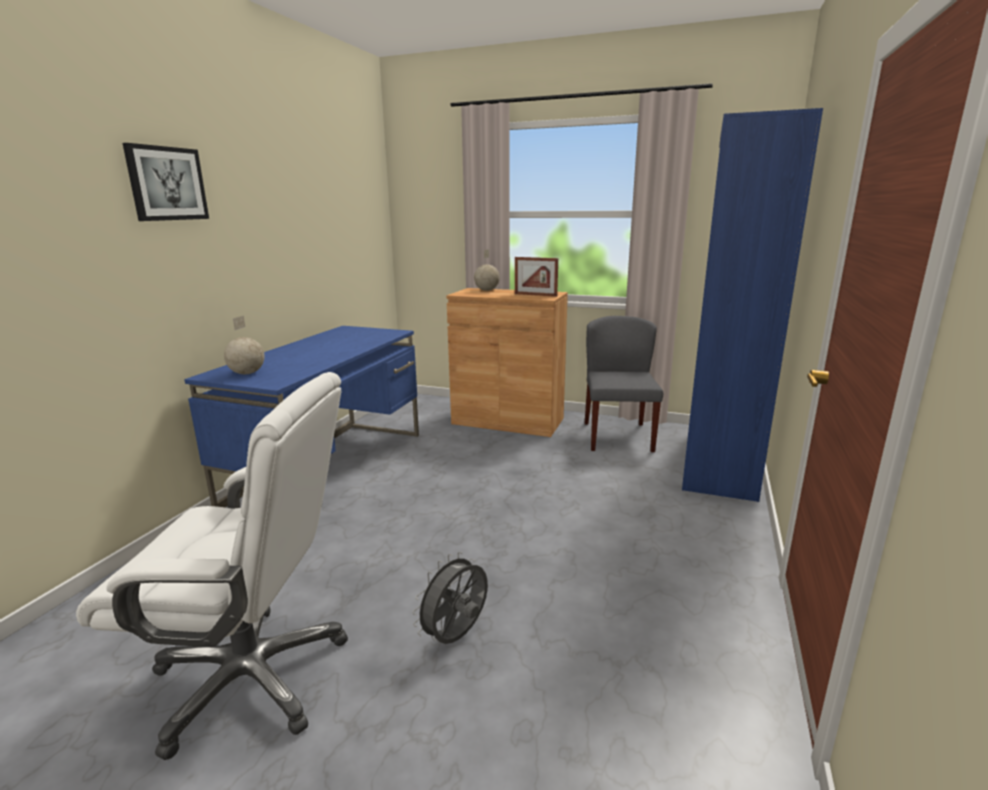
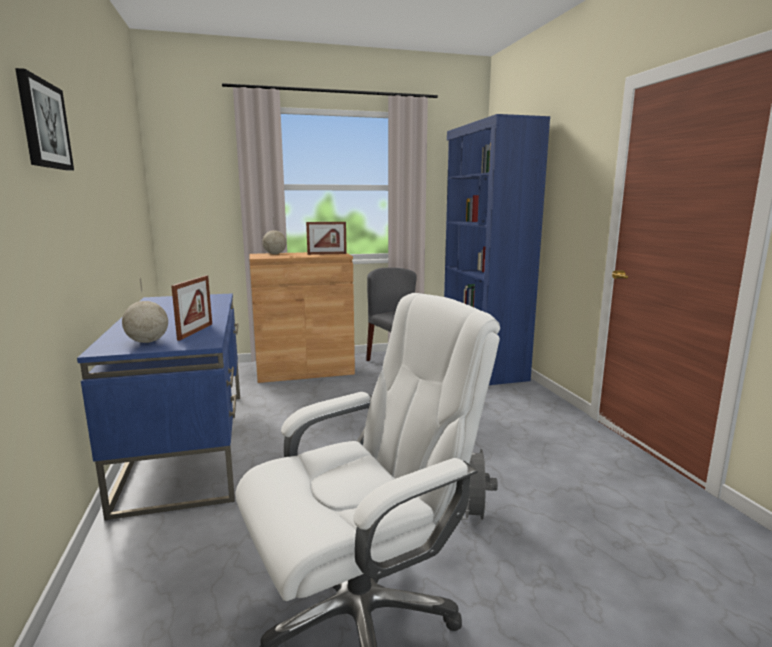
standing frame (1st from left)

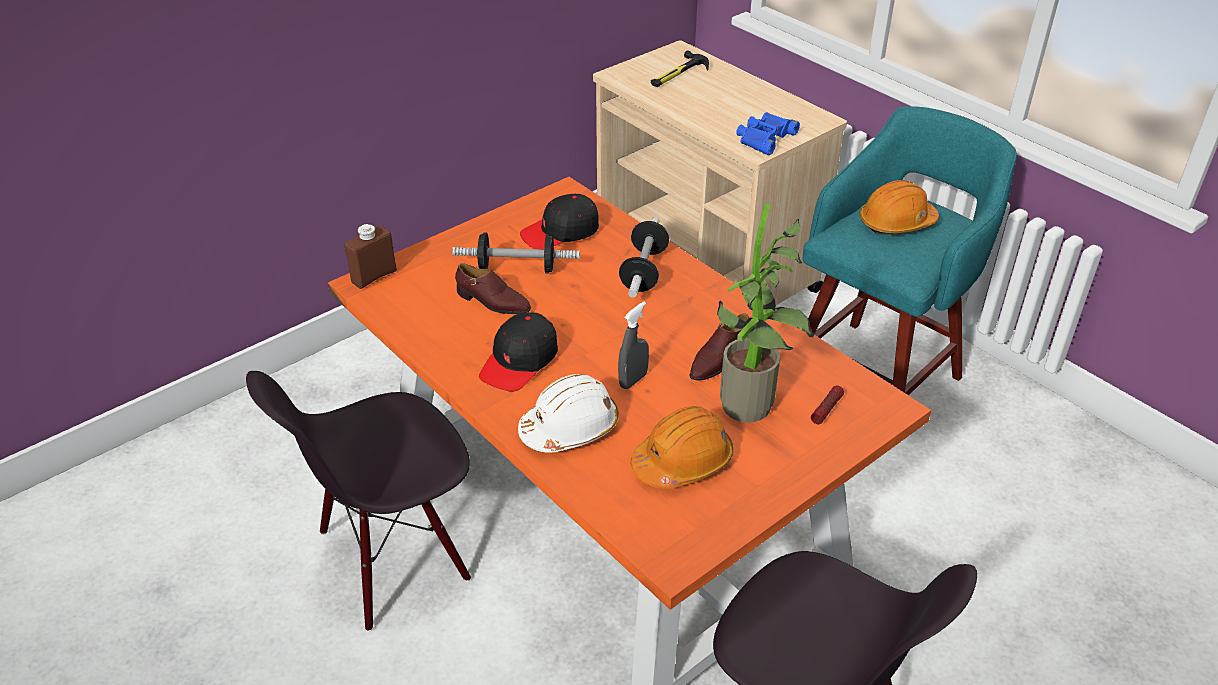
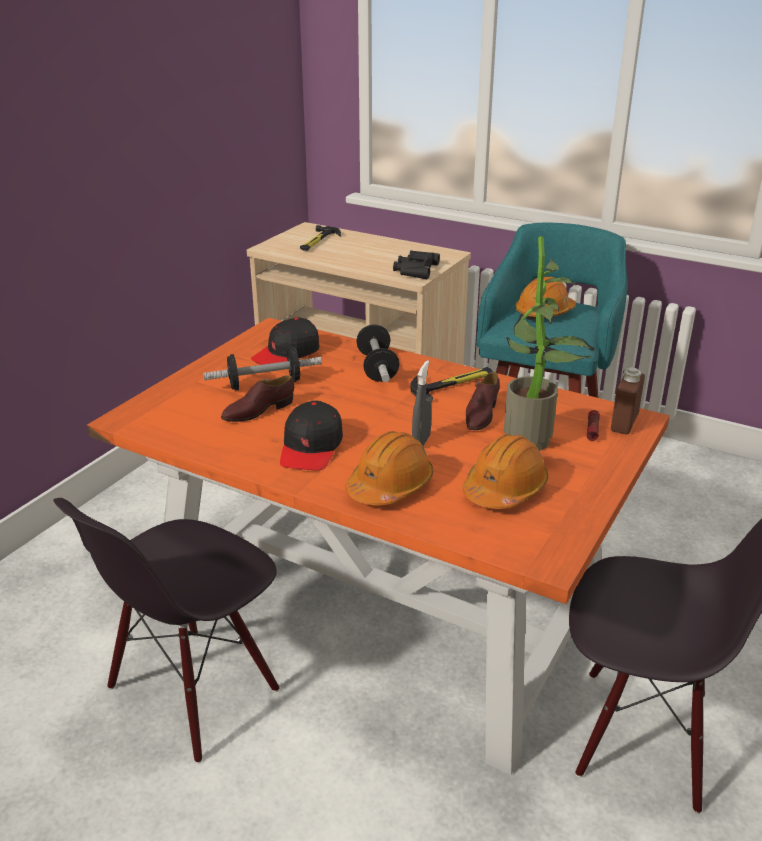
shoe (brownish) (1st from left); work helmet (orangey) (1st from left); pair of binoculars (blackish); hammer (2nd from left); beverage bottle (brownish)

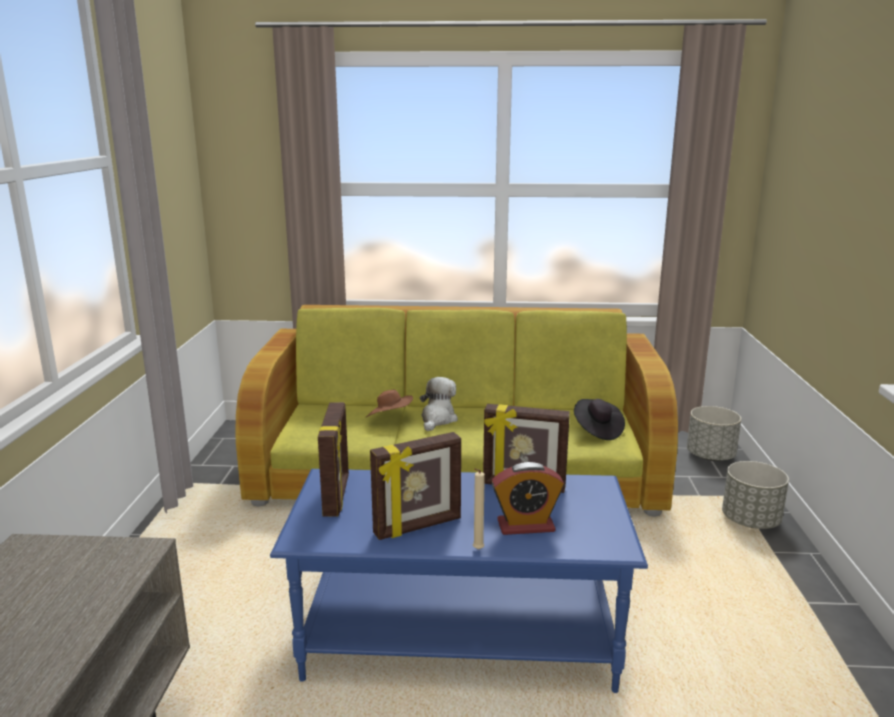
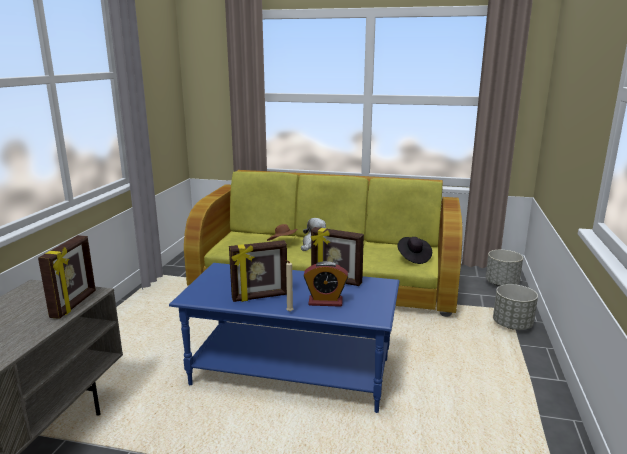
standing frame (1st from left)

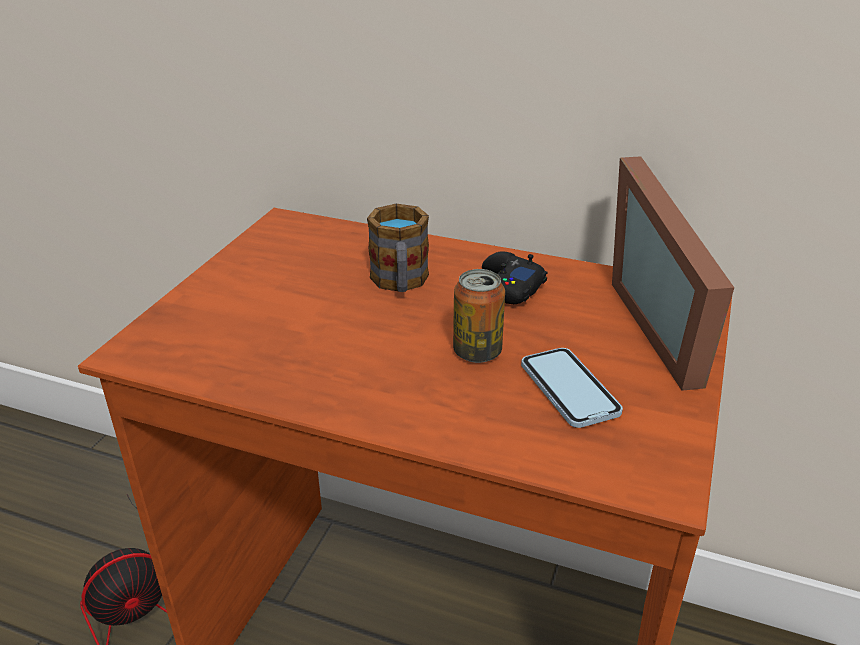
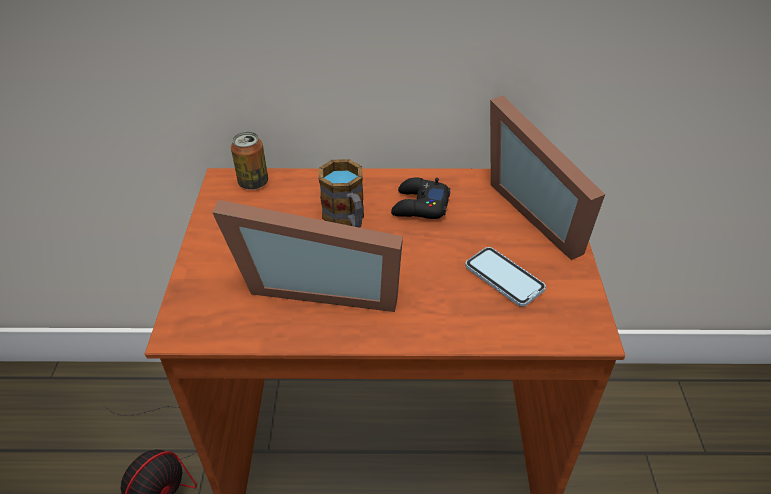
standing frame (1st from left); can

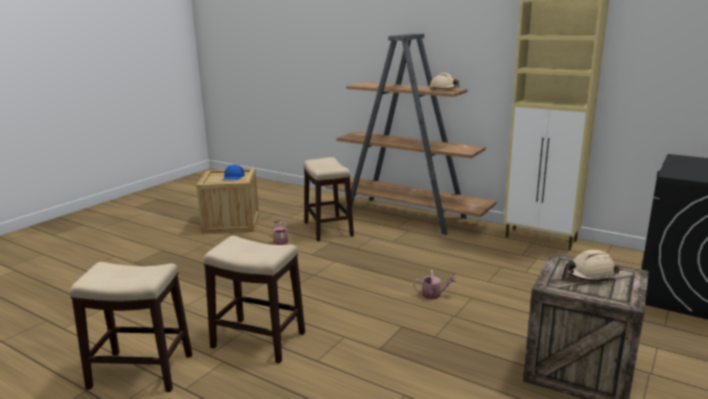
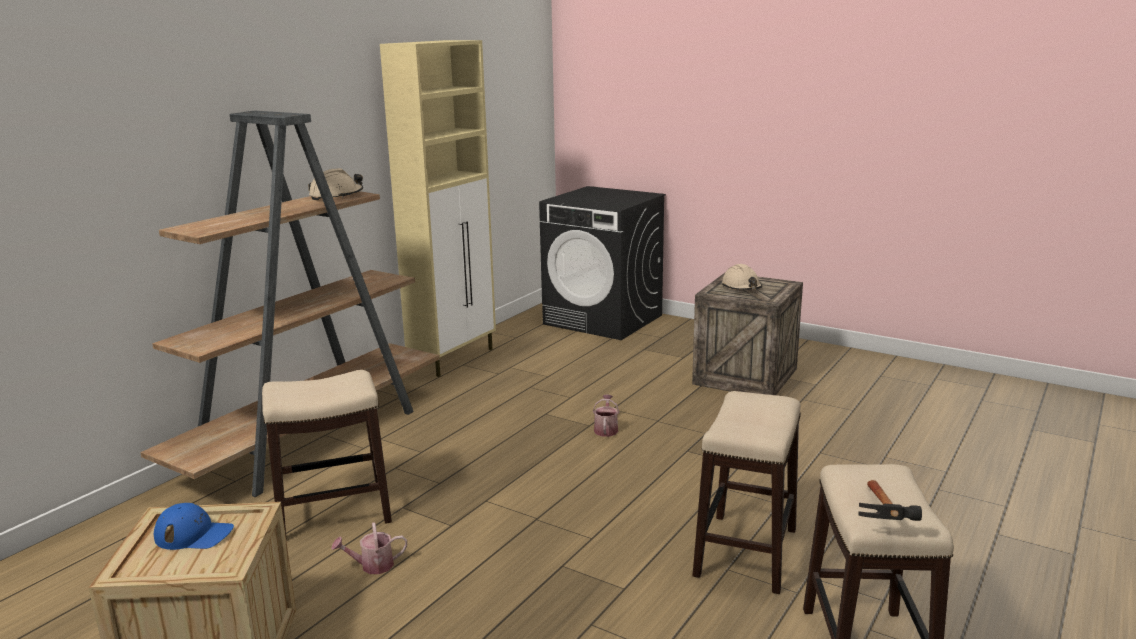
hammer

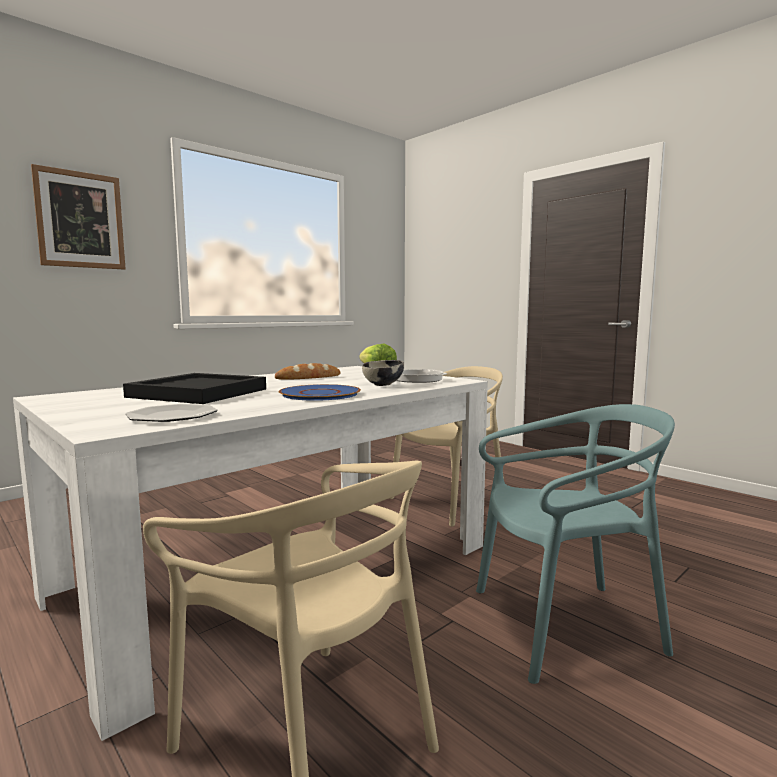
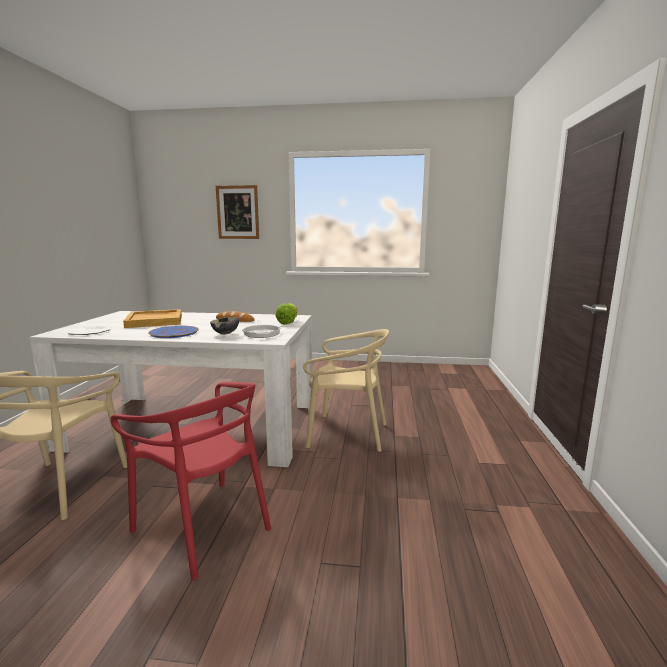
chair (red-coloured); carrying tray (beige)

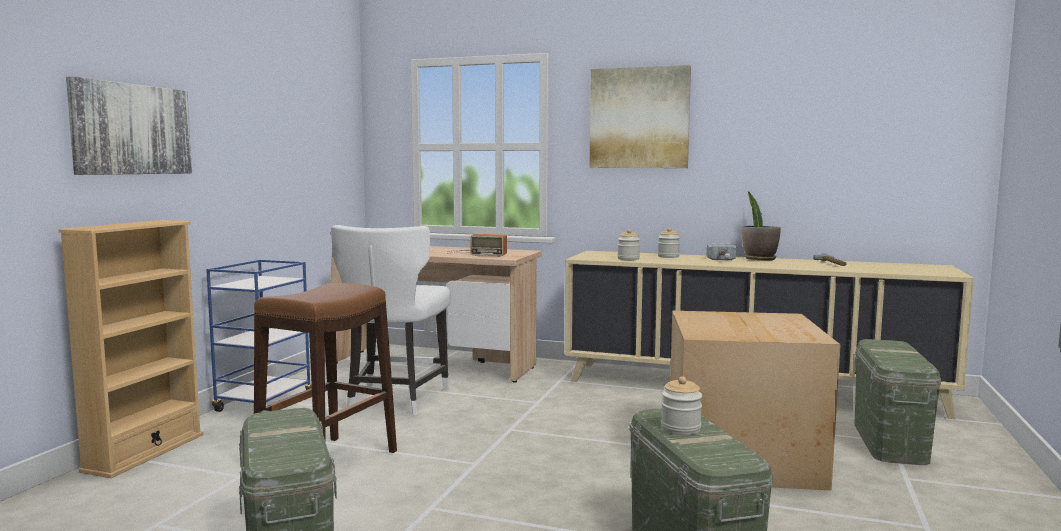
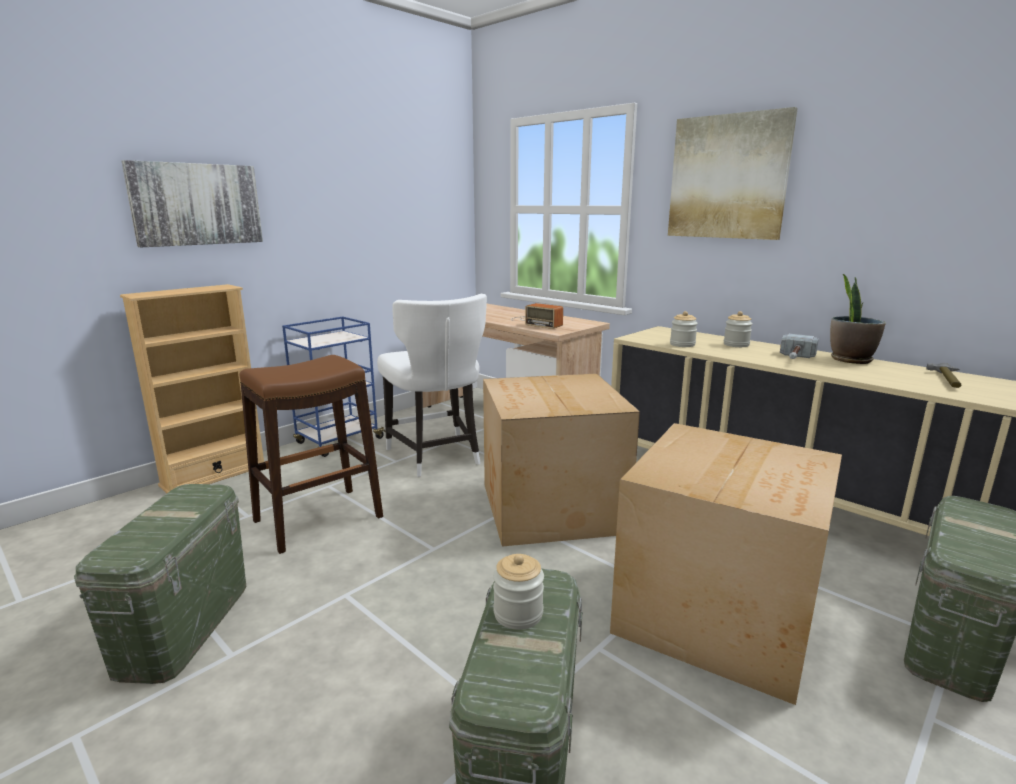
chair (whitish); carton (1st from left)

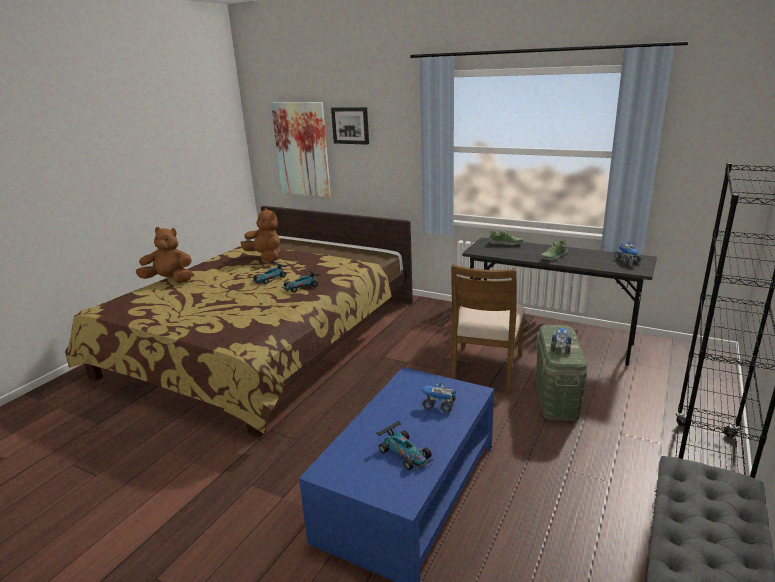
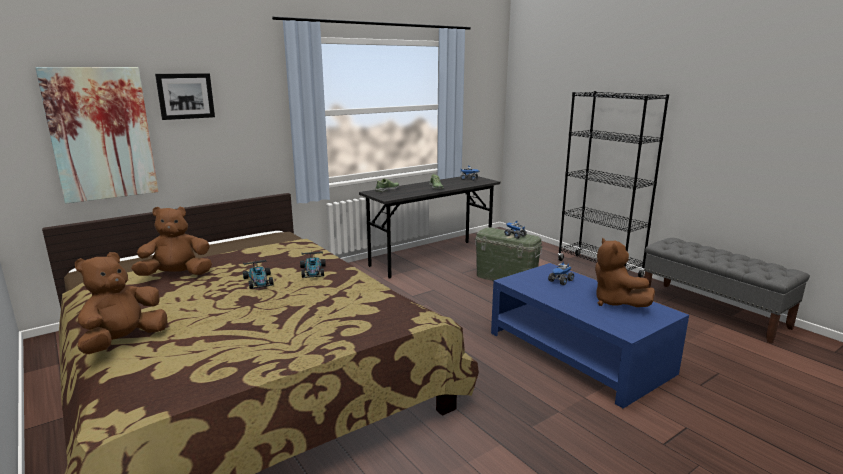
soft toy (brownish) (3rd from left); chair (brownish)

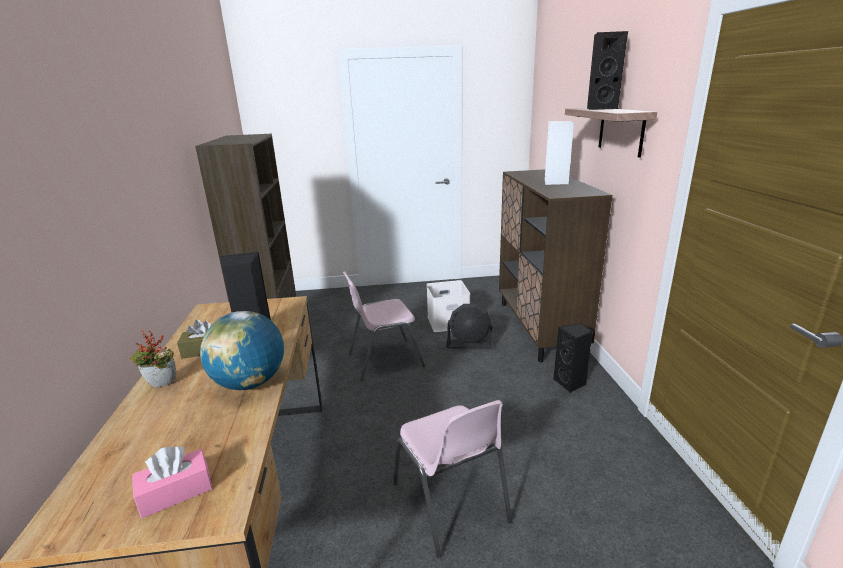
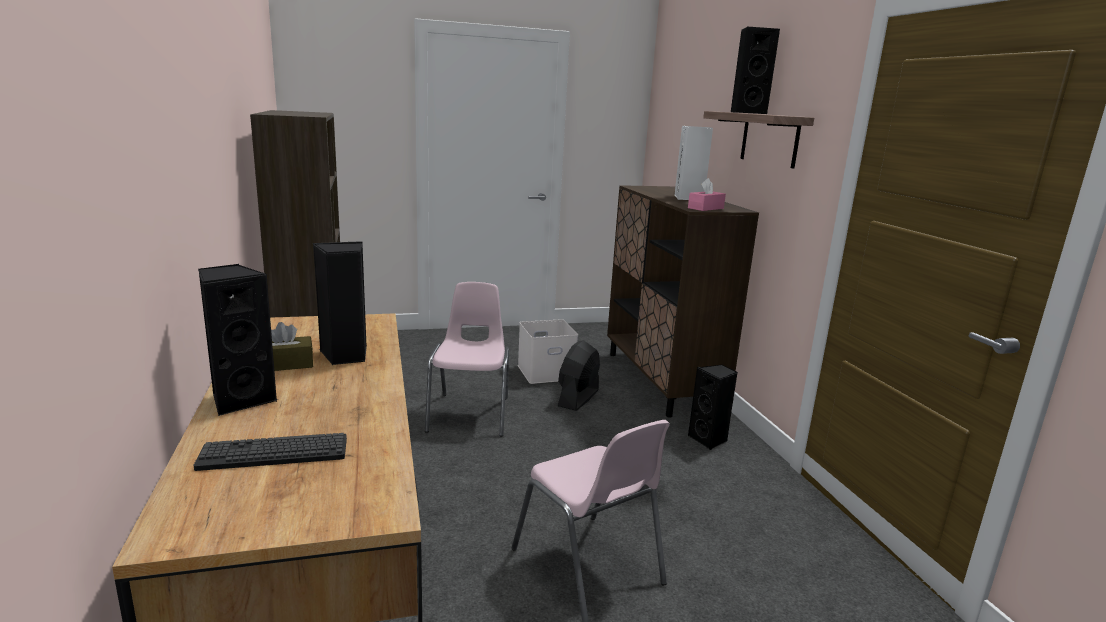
computer keyboard; audio speaker (blackish) (1st from left); chair (pinkish) (1st from left); electric fan (blackish); tissue box (pinkish); globe

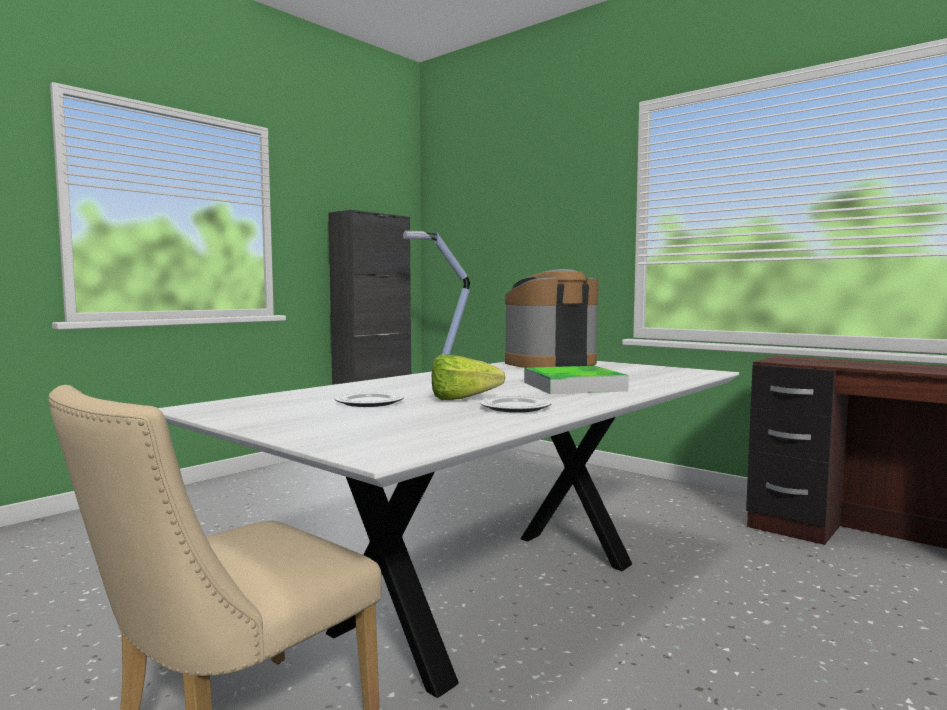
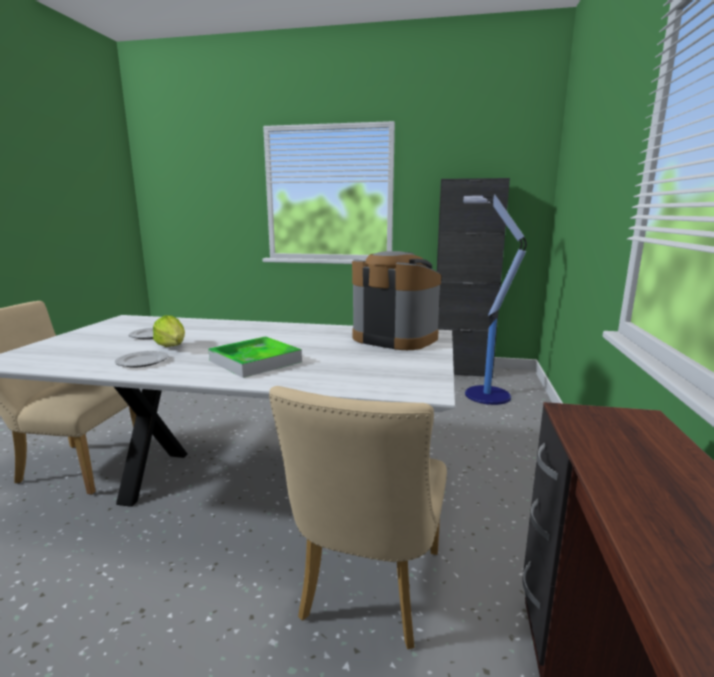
chair (beige) (2nd from left)

